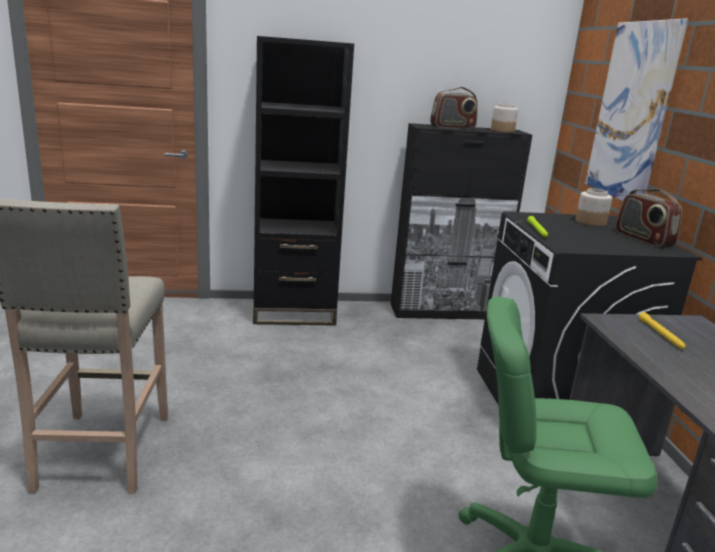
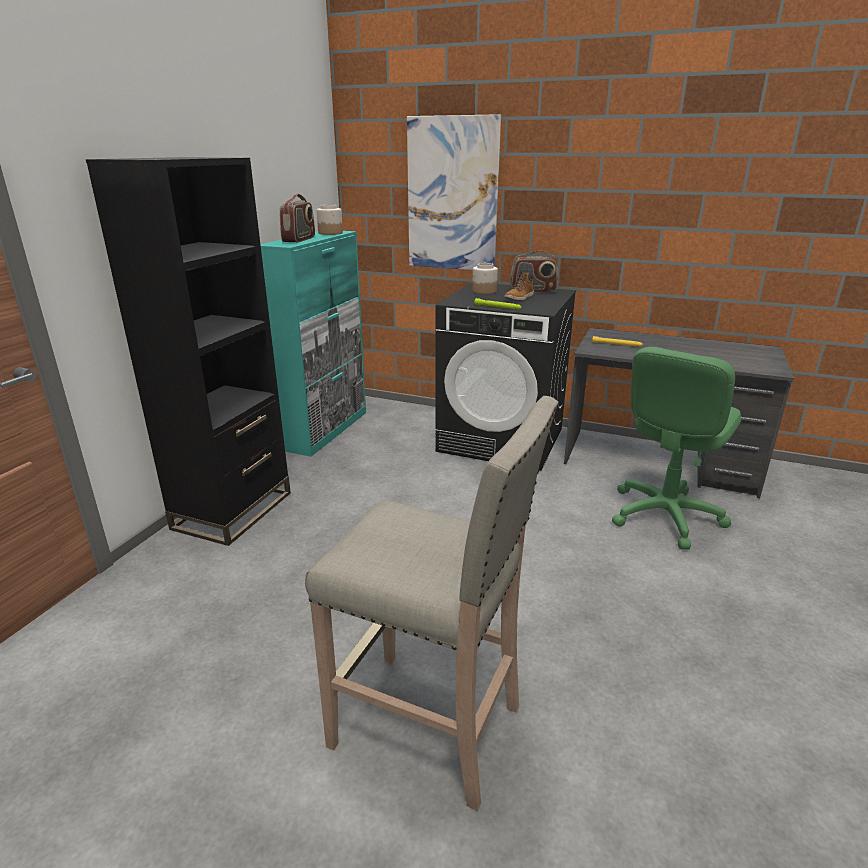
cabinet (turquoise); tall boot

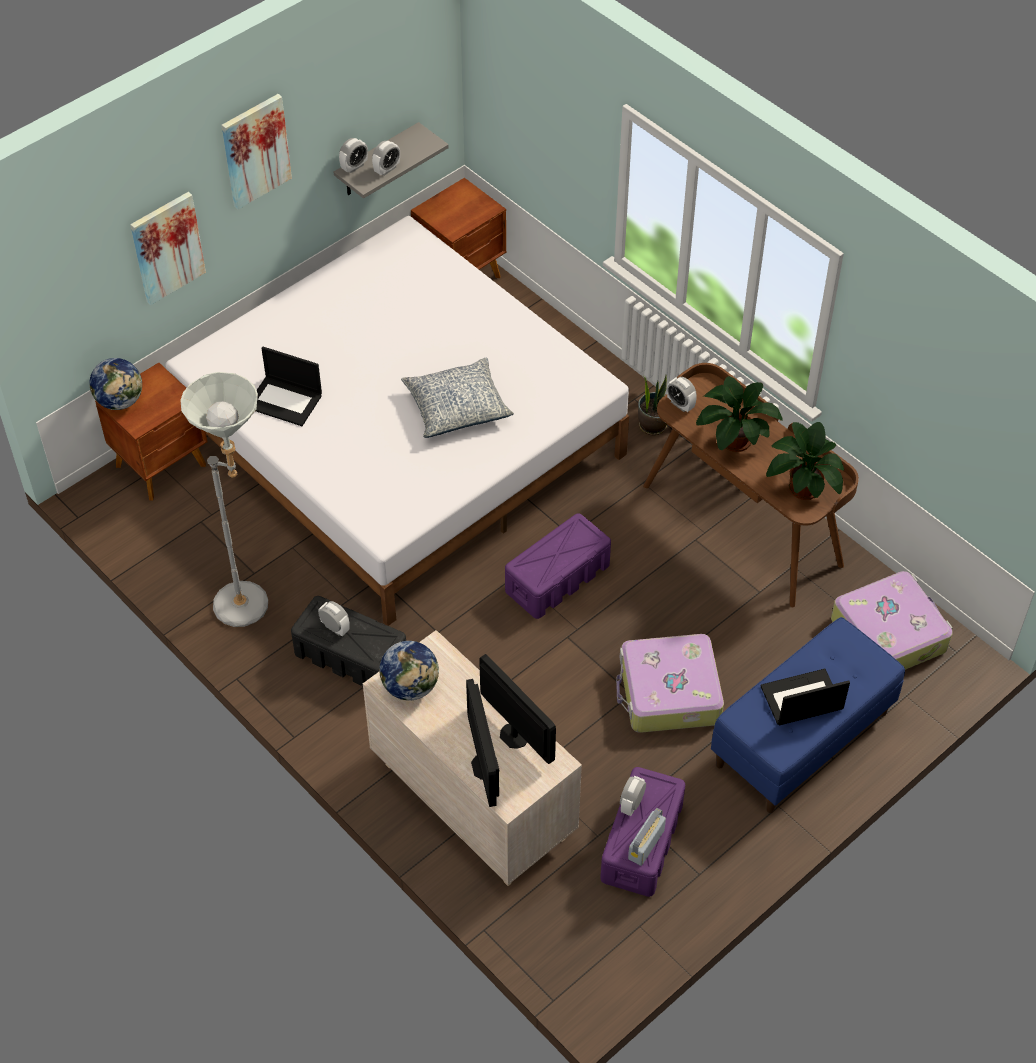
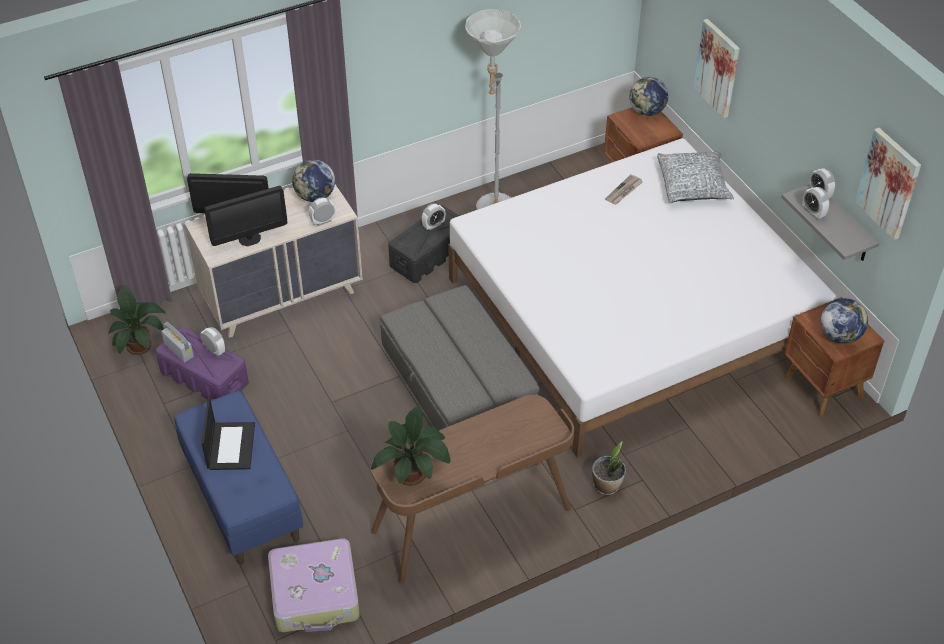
potted plant (1st from left); table clock (2nd from left); pouffe (grey); daily paper; pillow; globe (3rd from left); picture (2nd from left); travel case (1st from left in the first image)

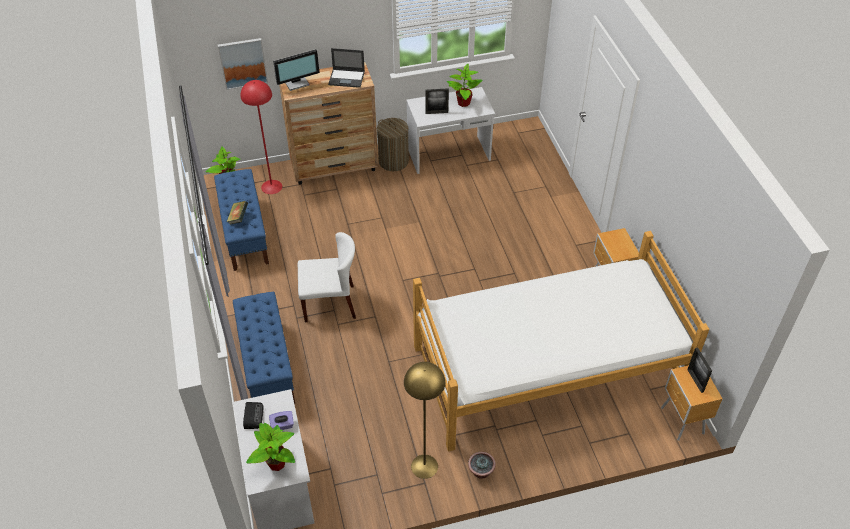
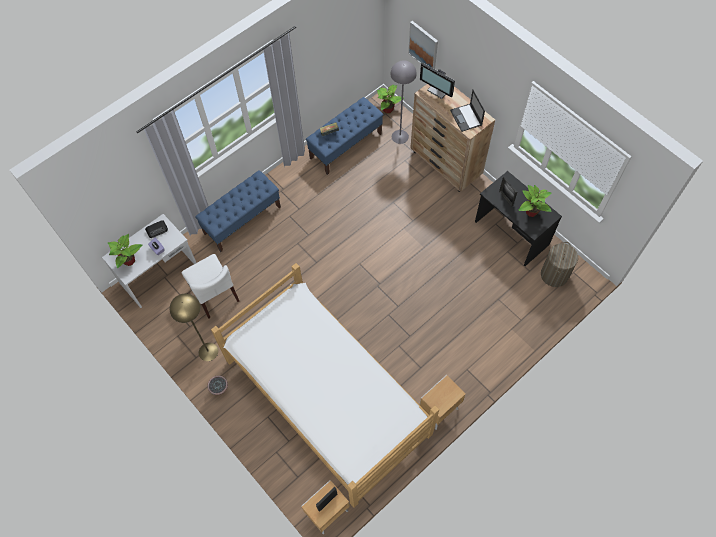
chair (whitish); floor lamp (grey); desk unit (blackish); washing basket

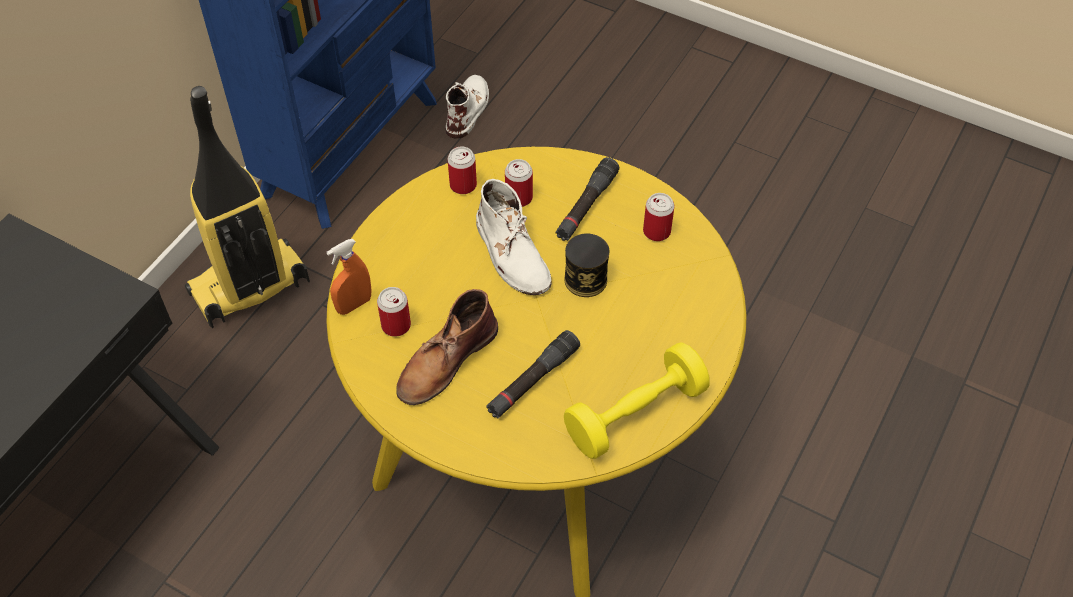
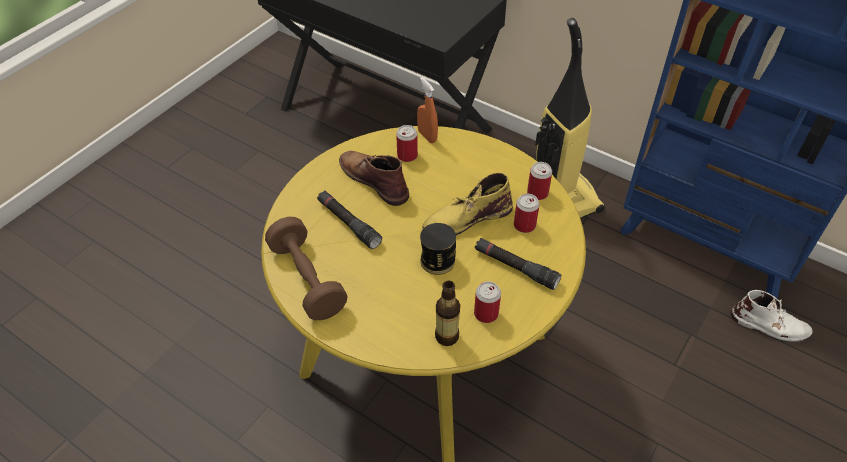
dumbbell (brownish); tall boot (yellow); beverage bottle

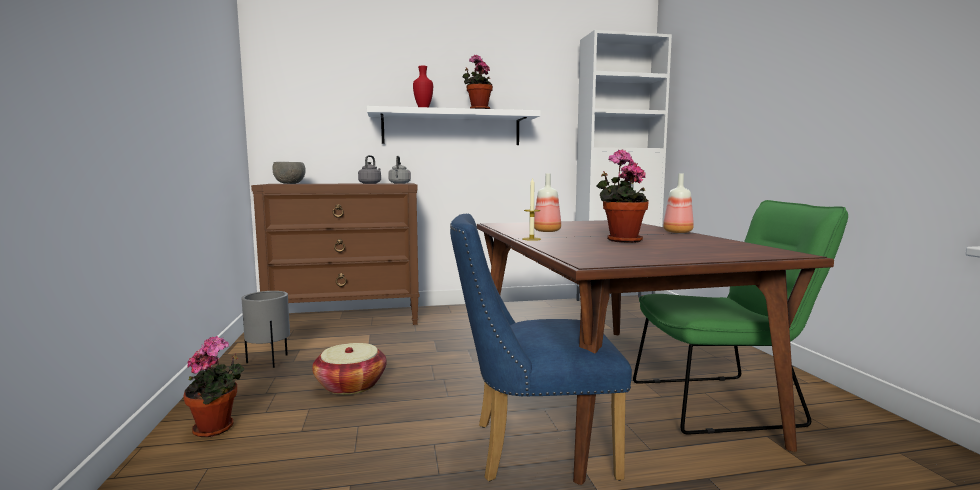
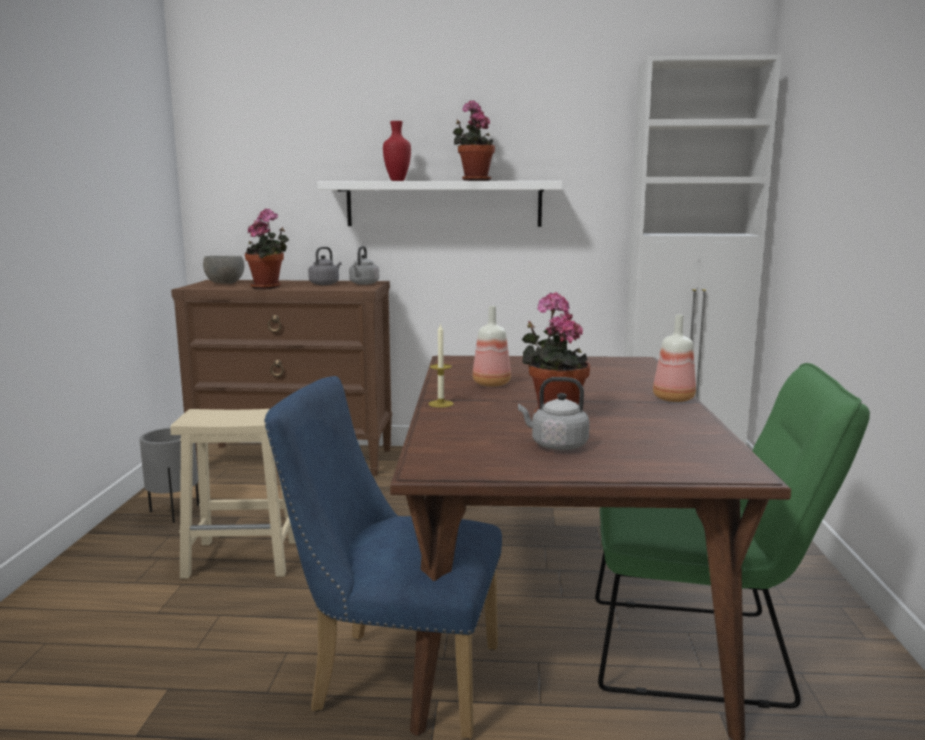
stool (beige); potted plant (1st from left); tea kettle (grey) (3rd from left)

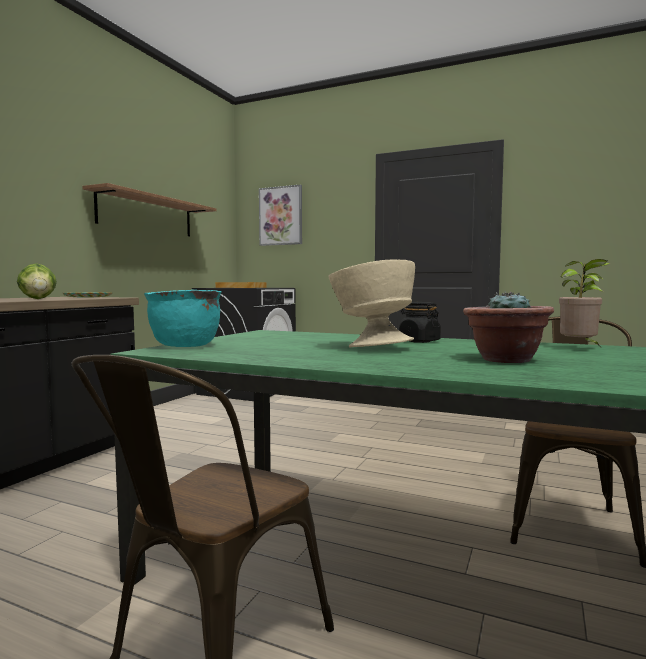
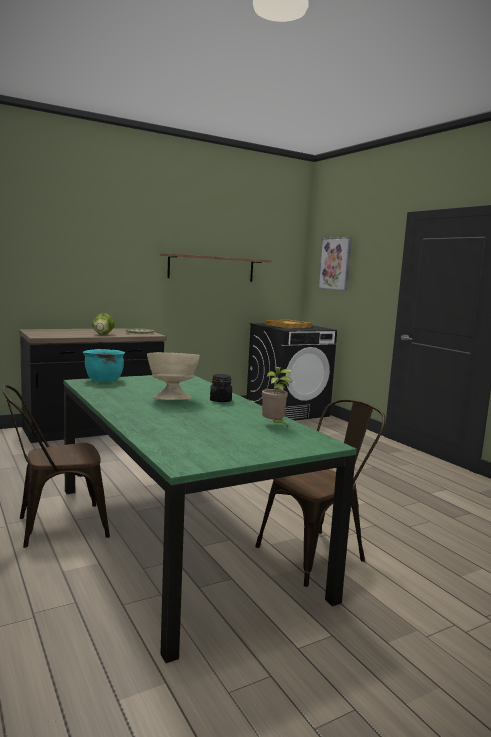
potted plant (1st from left in the first image)

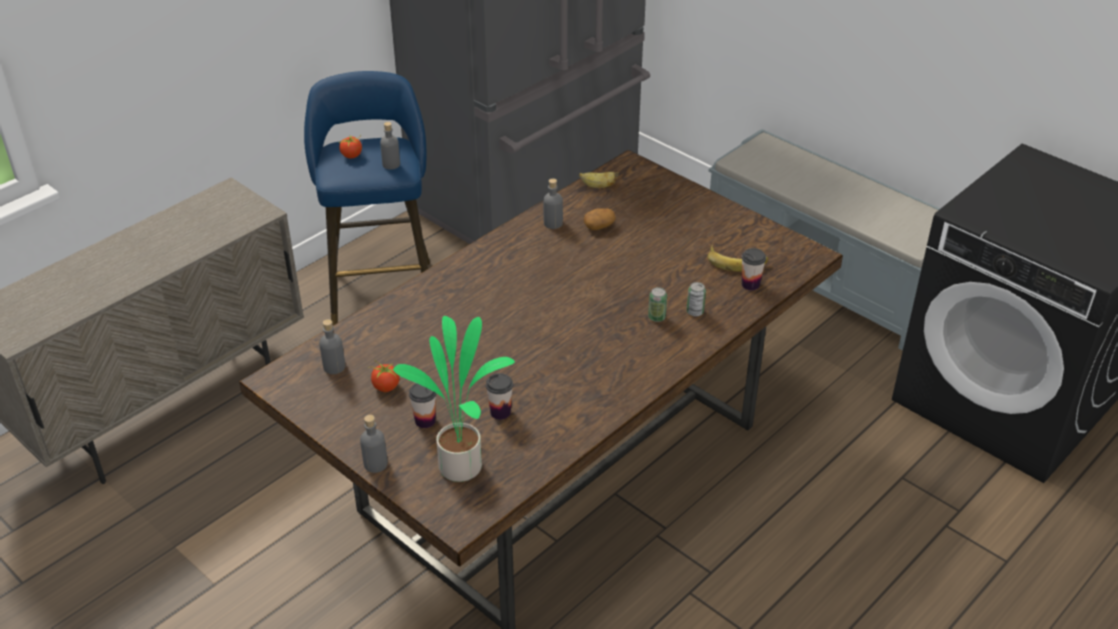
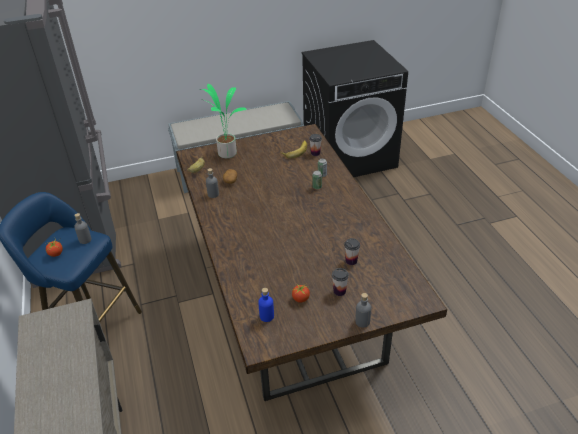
potted plant; beverage bottle (bluish)

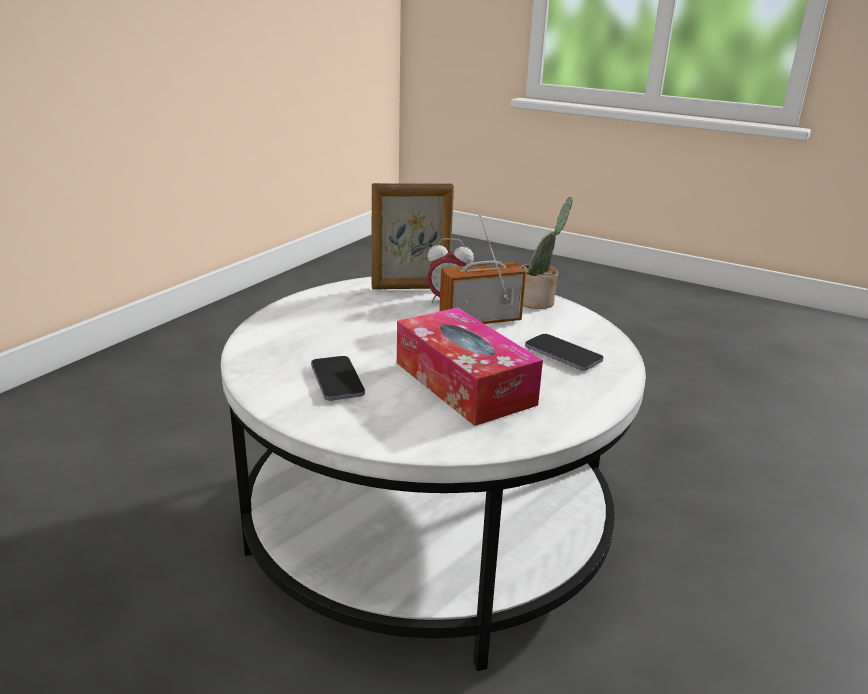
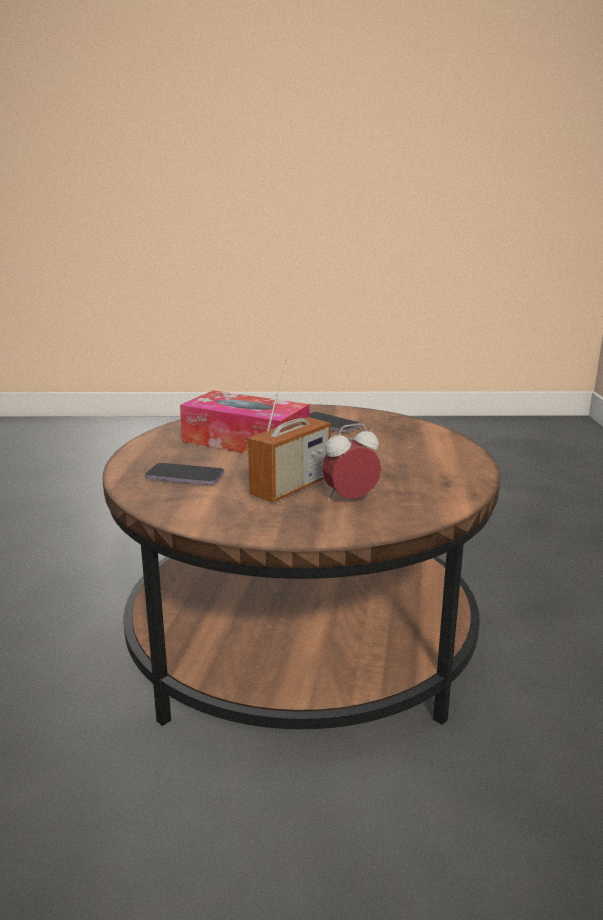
lounge table (brownish); standing frame; potted plant

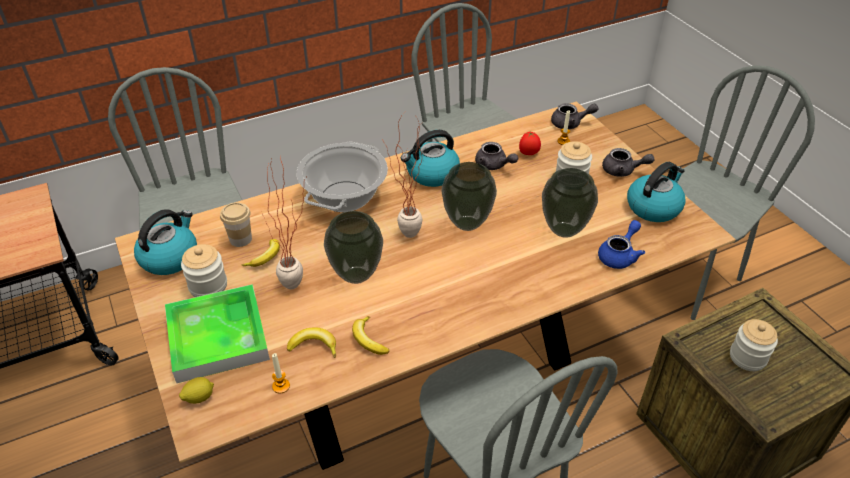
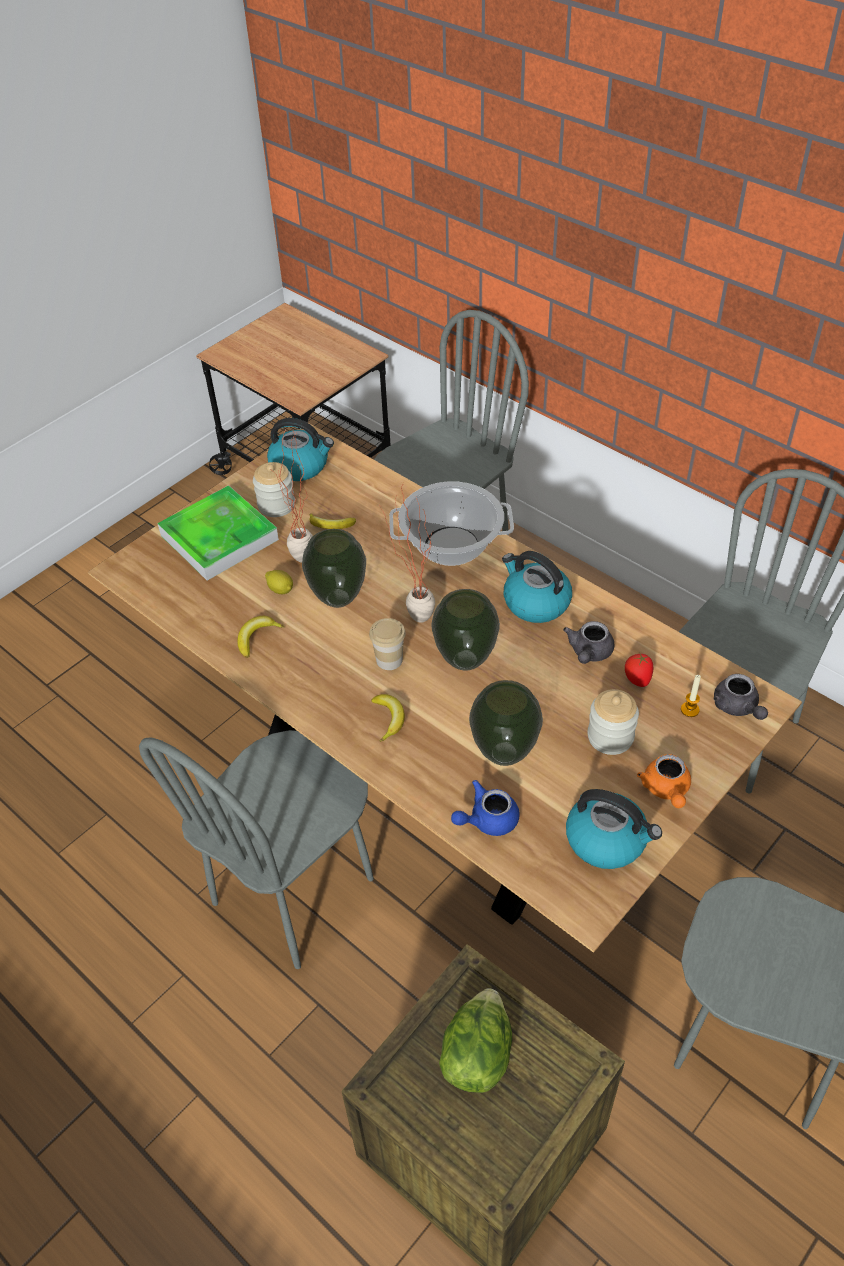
whole lemon; cup; banana fruit (3rd from left); lettuce; pot for tea (bluish); pot for tea (orangey); wax candle (1st from left in the first image)

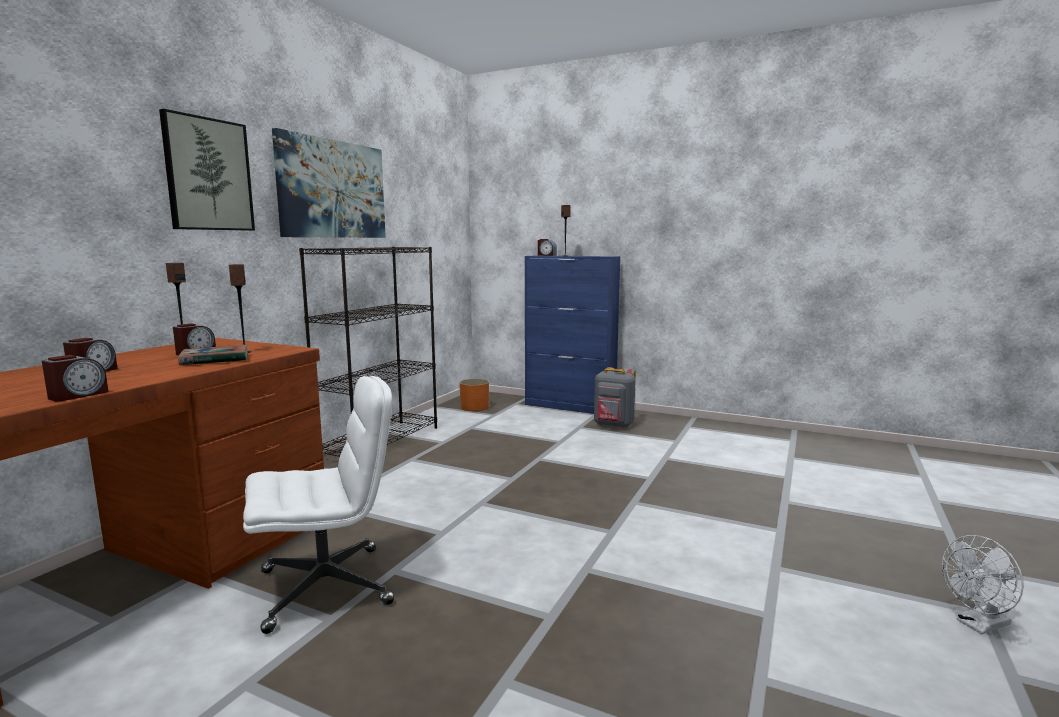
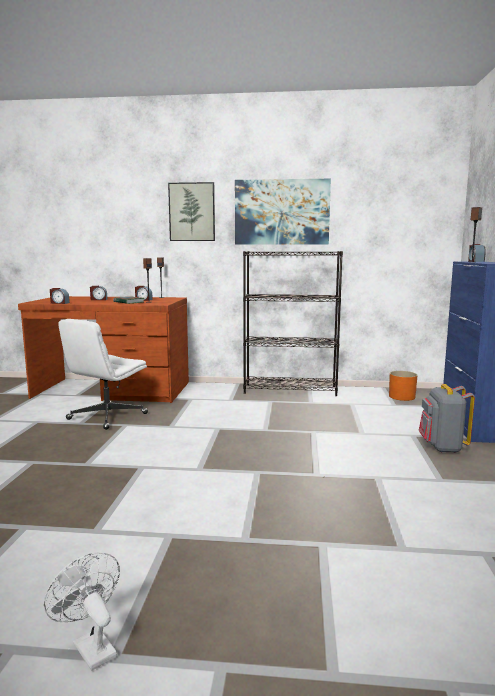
desk chair (whitish)

